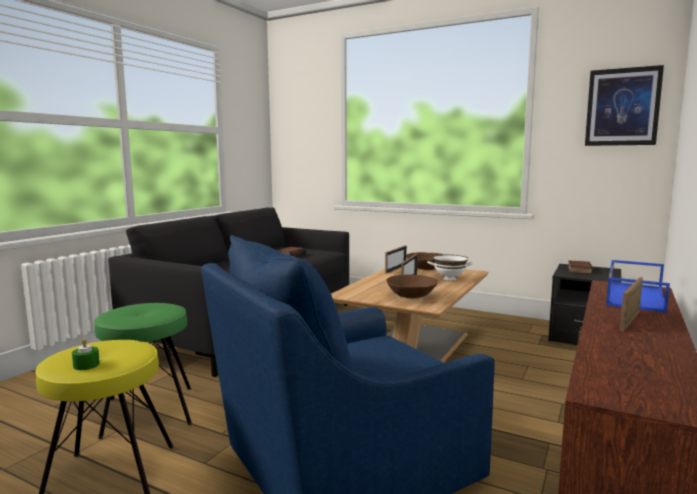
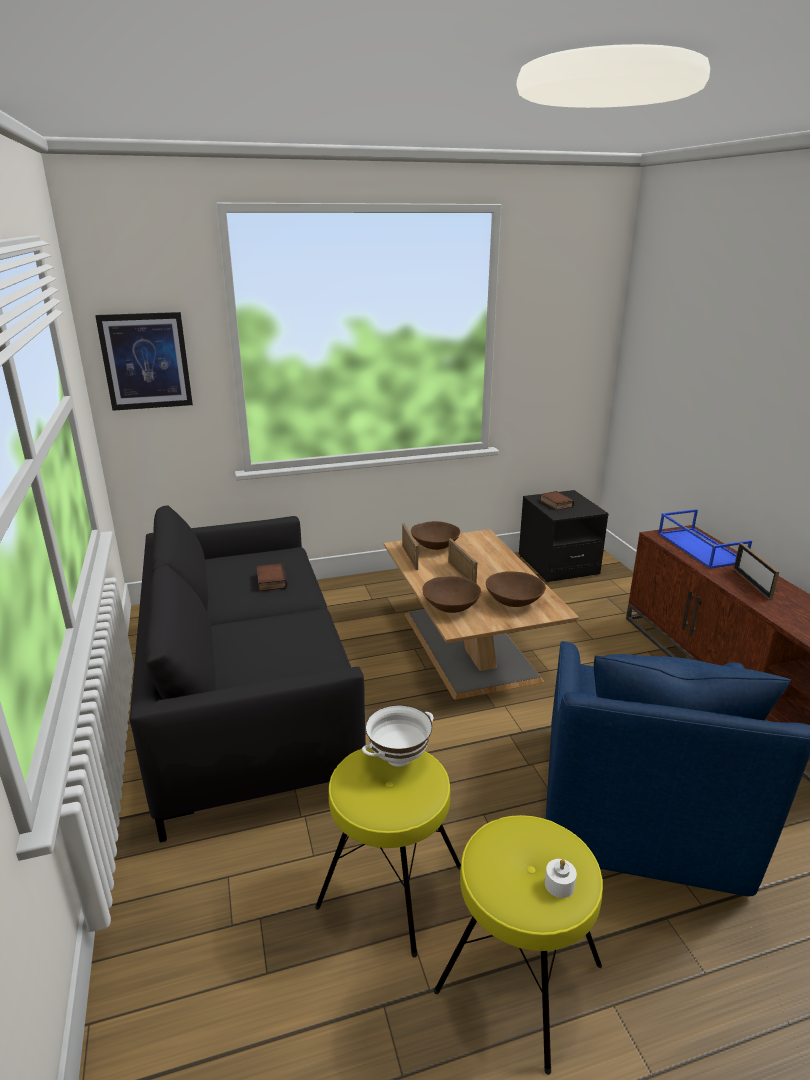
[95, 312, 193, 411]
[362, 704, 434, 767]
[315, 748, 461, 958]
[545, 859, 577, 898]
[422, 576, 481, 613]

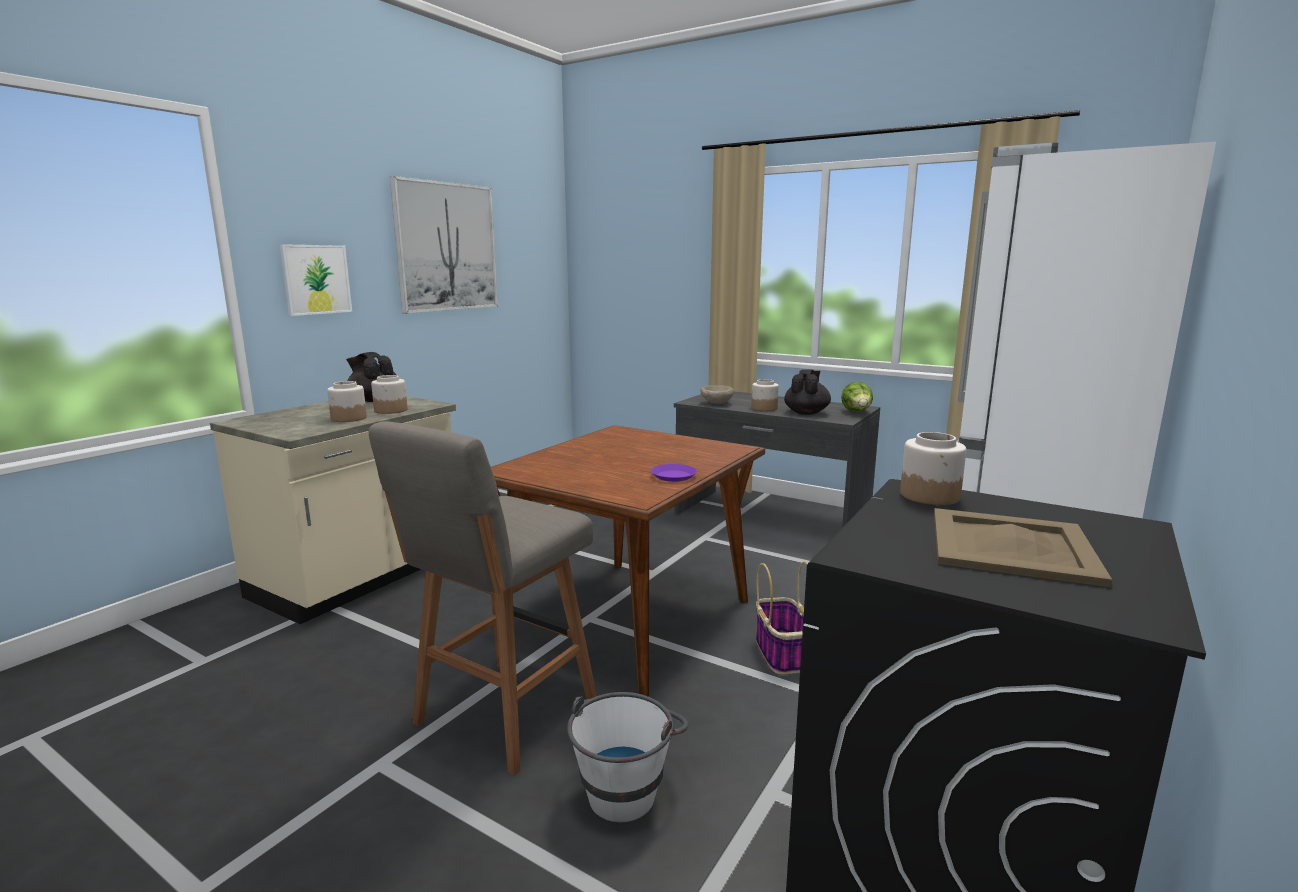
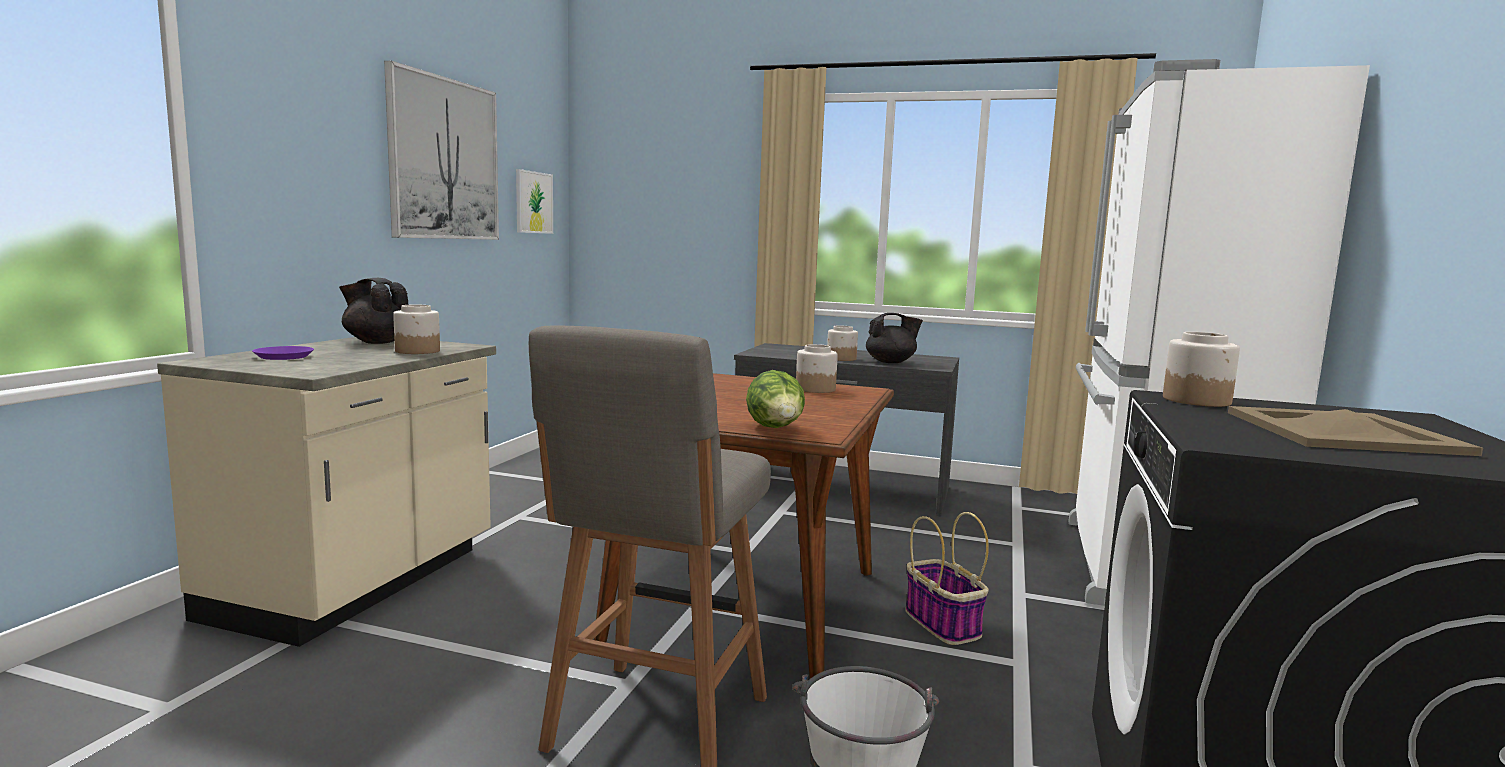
[516, 169, 553, 234]
[866, 313, 923, 363]
[796, 344, 838, 393]
[746, 370, 805, 428]
[700, 385, 734, 404] (first image)
[252, 346, 314, 360]

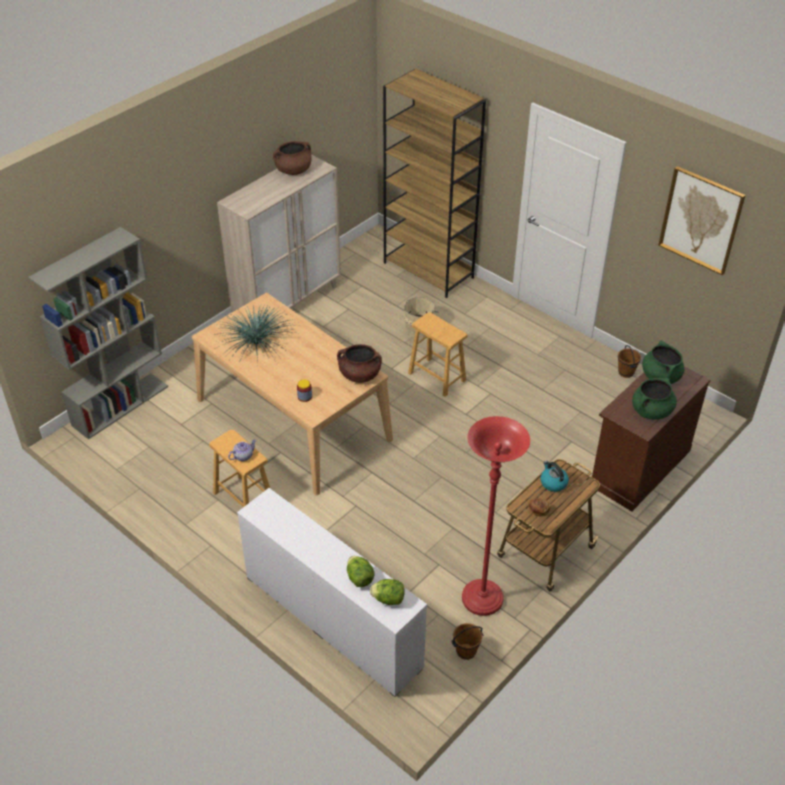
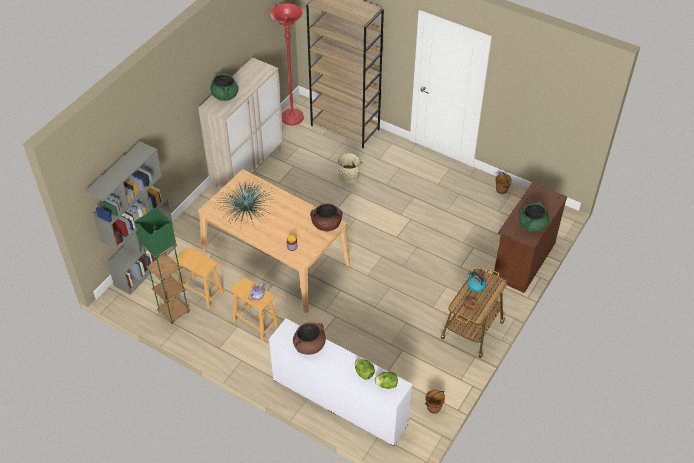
[293, 322, 326, 355]
[658, 166, 745, 275] (first image)
[175, 247, 225, 308]
[210, 71, 238, 101]
[270, 3, 304, 125]
[135, 208, 190, 324]

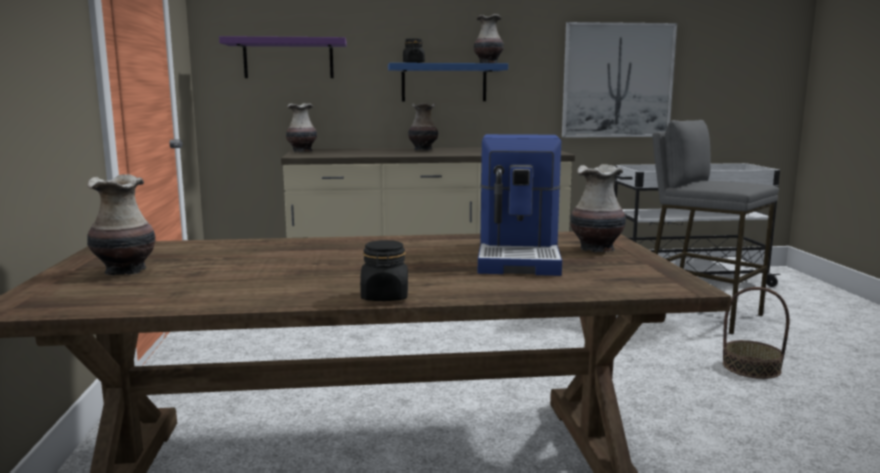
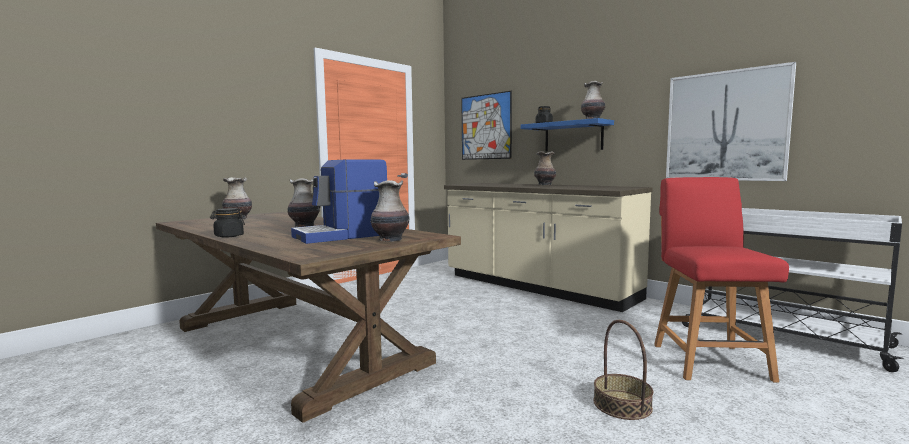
[461, 91, 512, 160]
[287, 178, 320, 227]
[654, 177, 789, 383]

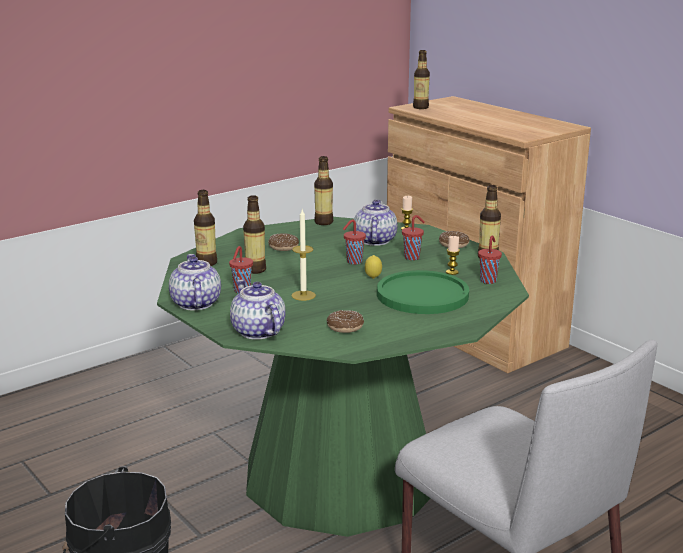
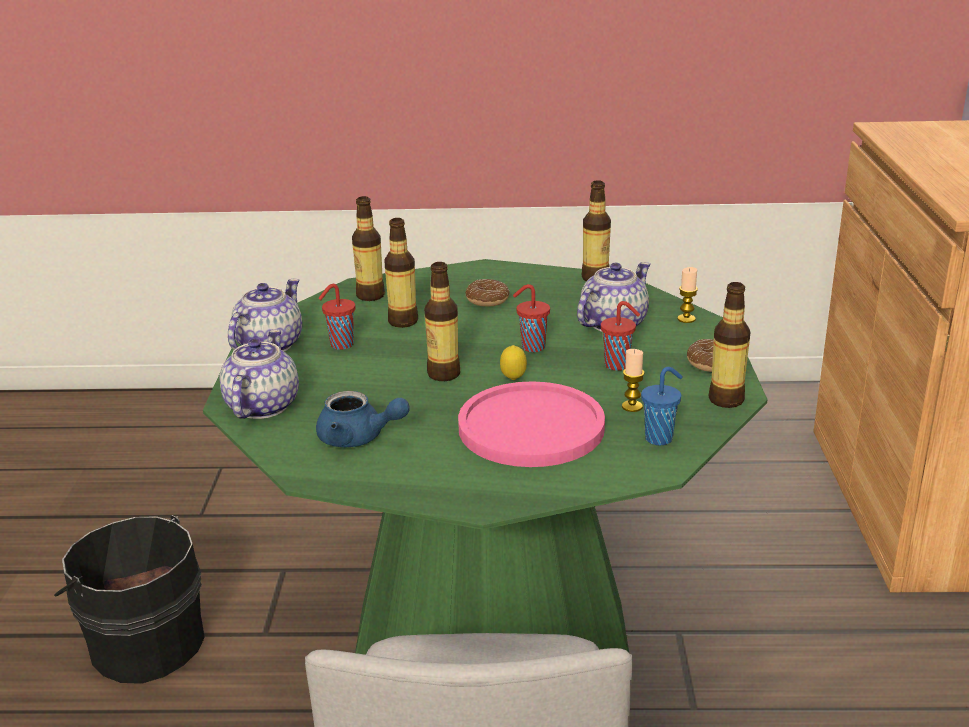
[424, 262, 460, 381]
[291, 210, 316, 301] (first image)
[641, 367, 683, 445]
[458, 381, 605, 467]
[316, 391, 409, 447]

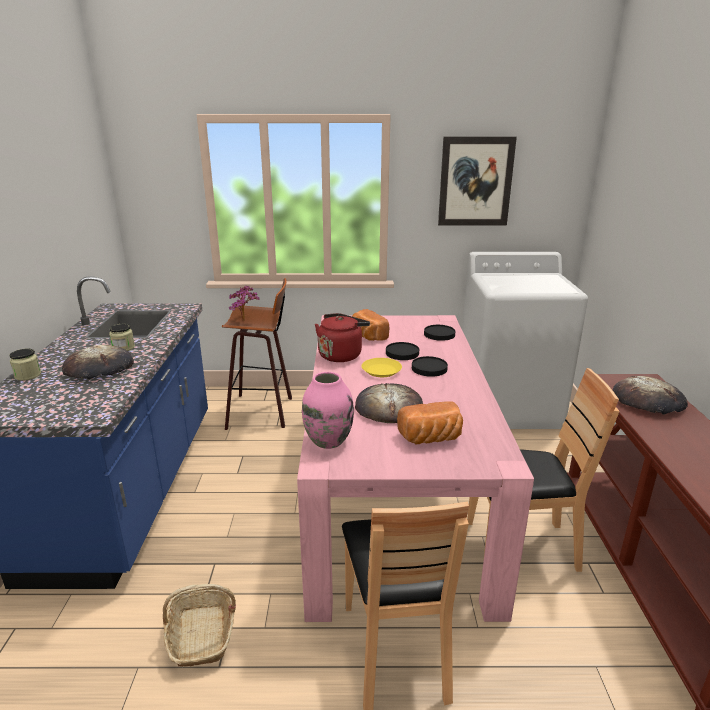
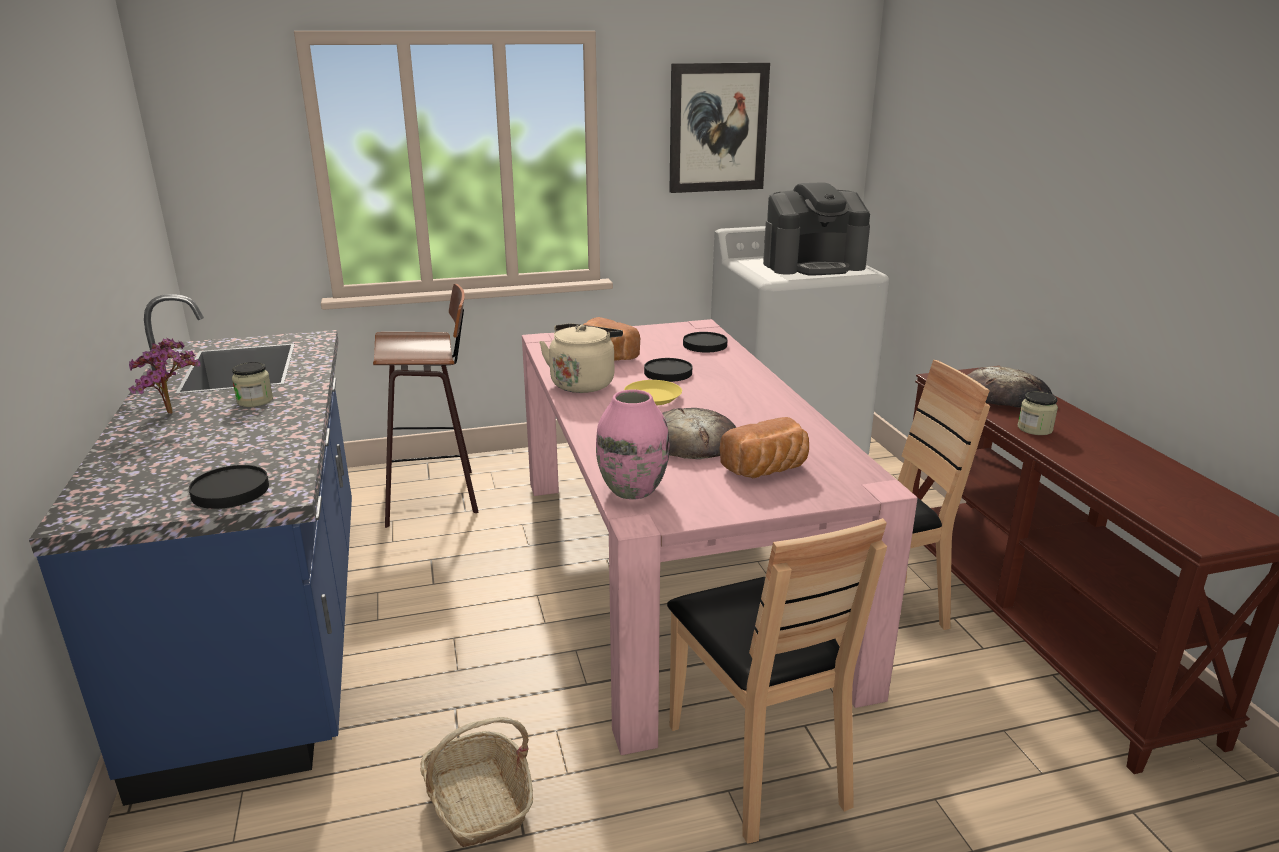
[128, 337, 200, 414]
[539, 323, 623, 393]
[62, 345, 134, 380] (first image)
[1018, 391, 1058, 435]
[189, 465, 269, 509]
[763, 182, 870, 276]

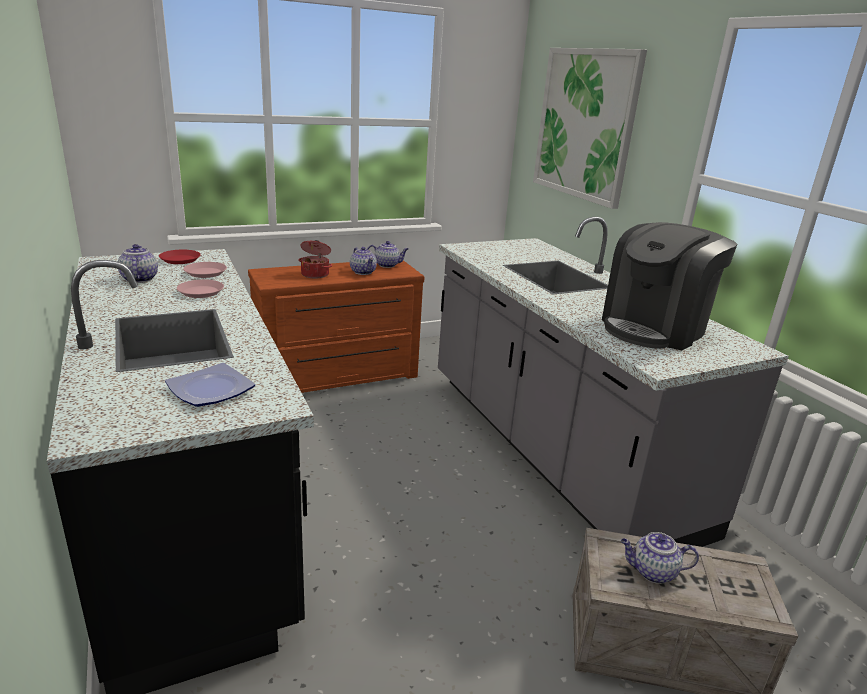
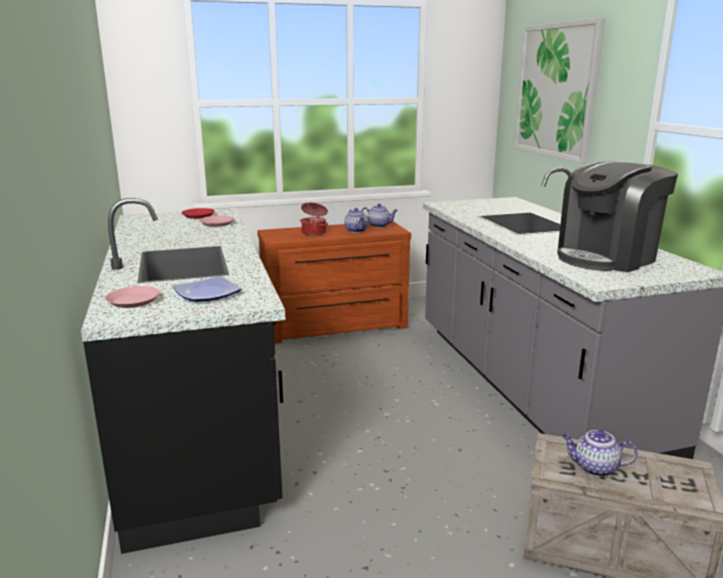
[118, 244, 158, 283] (first image)
[105, 286, 160, 308]

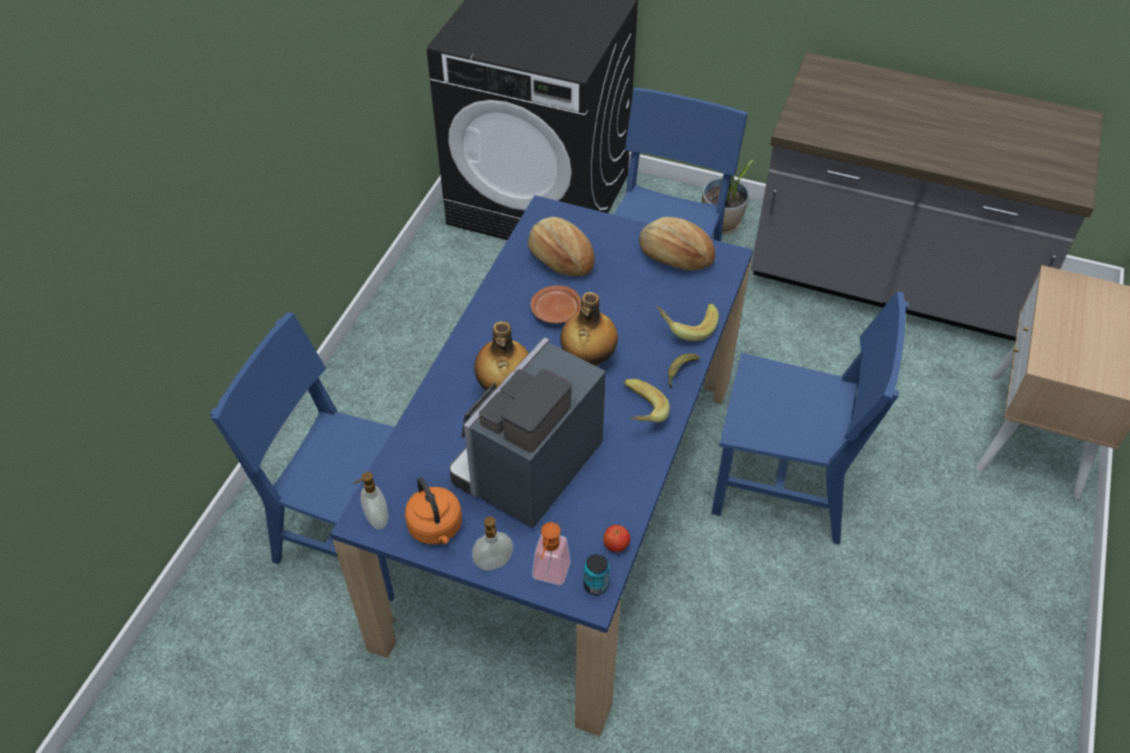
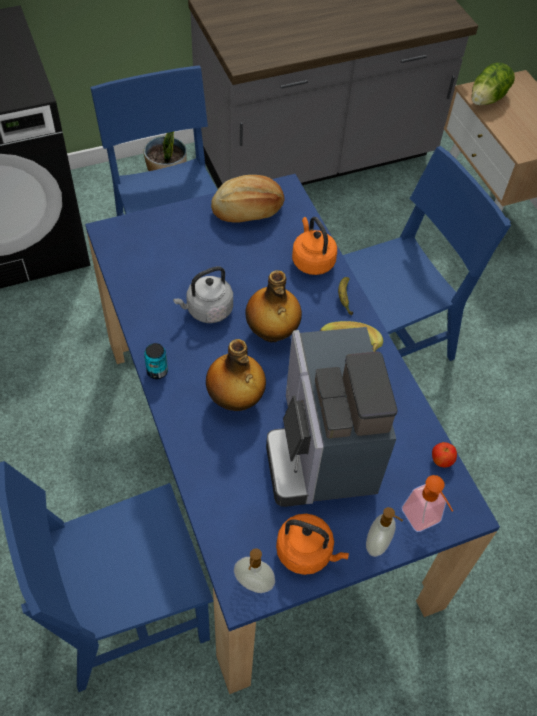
[528, 217, 595, 276] (first image)
[173, 266, 233, 323]
[292, 217, 337, 275]
[144, 343, 168, 379]
[472, 63, 515, 105]

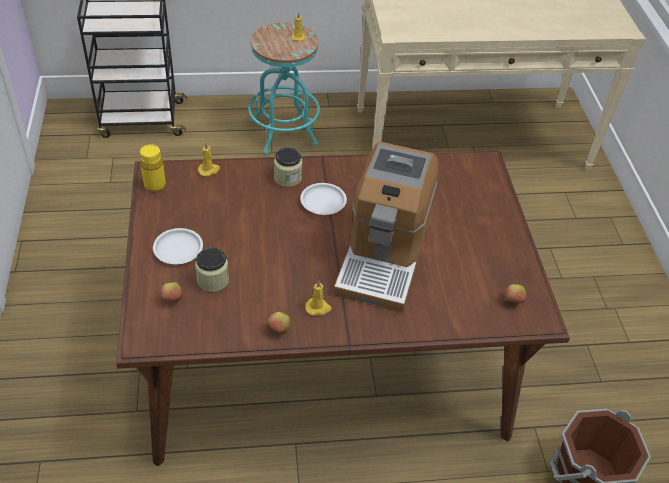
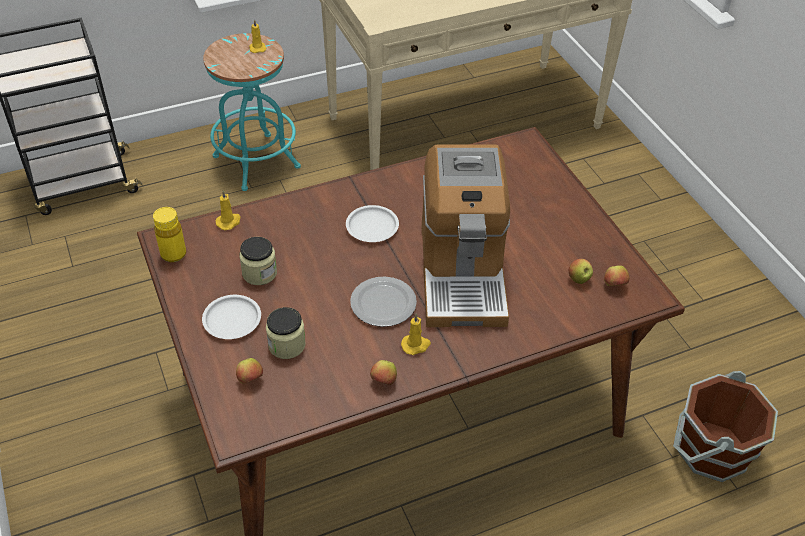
[239, 237, 277, 285]
[569, 259, 593, 284]
[350, 277, 417, 327]

